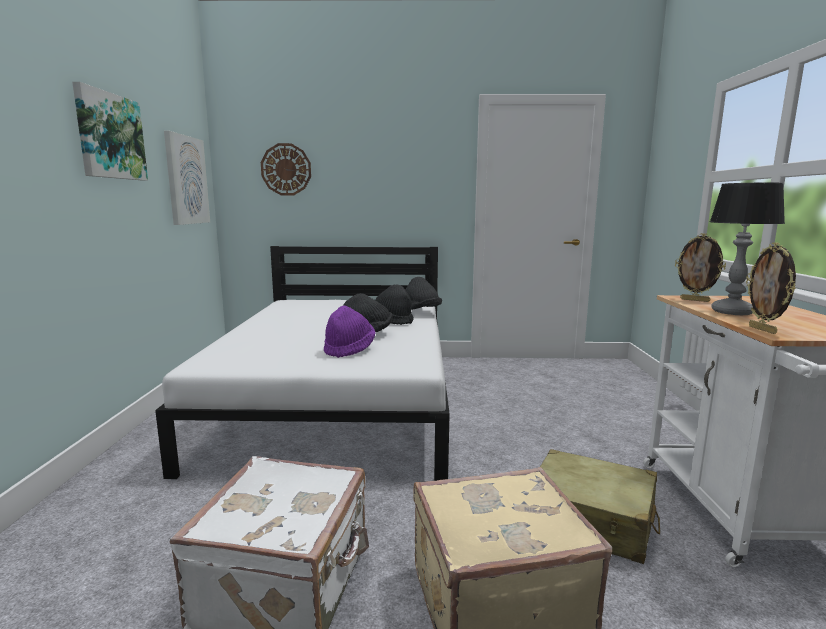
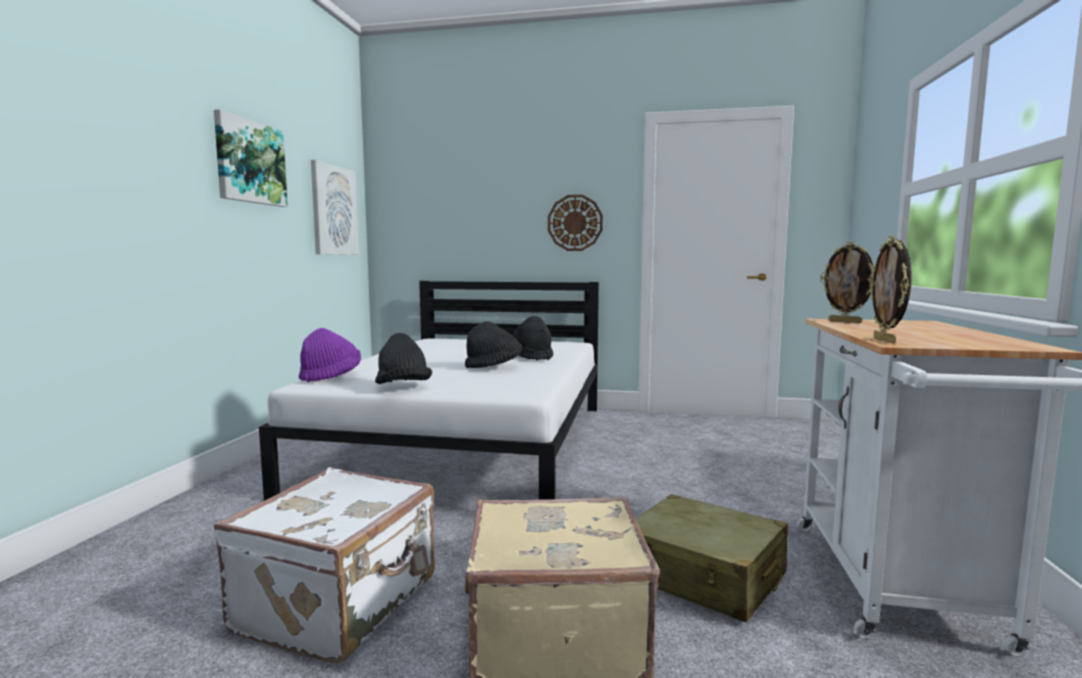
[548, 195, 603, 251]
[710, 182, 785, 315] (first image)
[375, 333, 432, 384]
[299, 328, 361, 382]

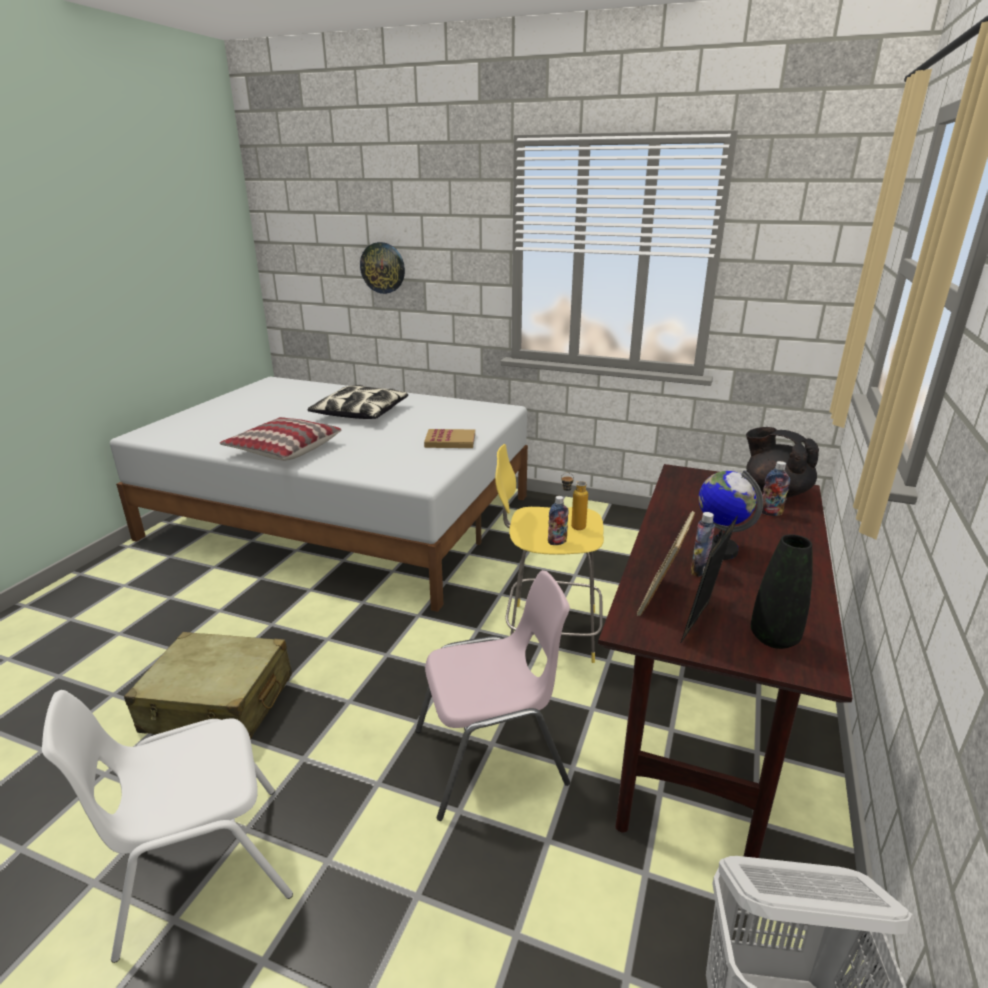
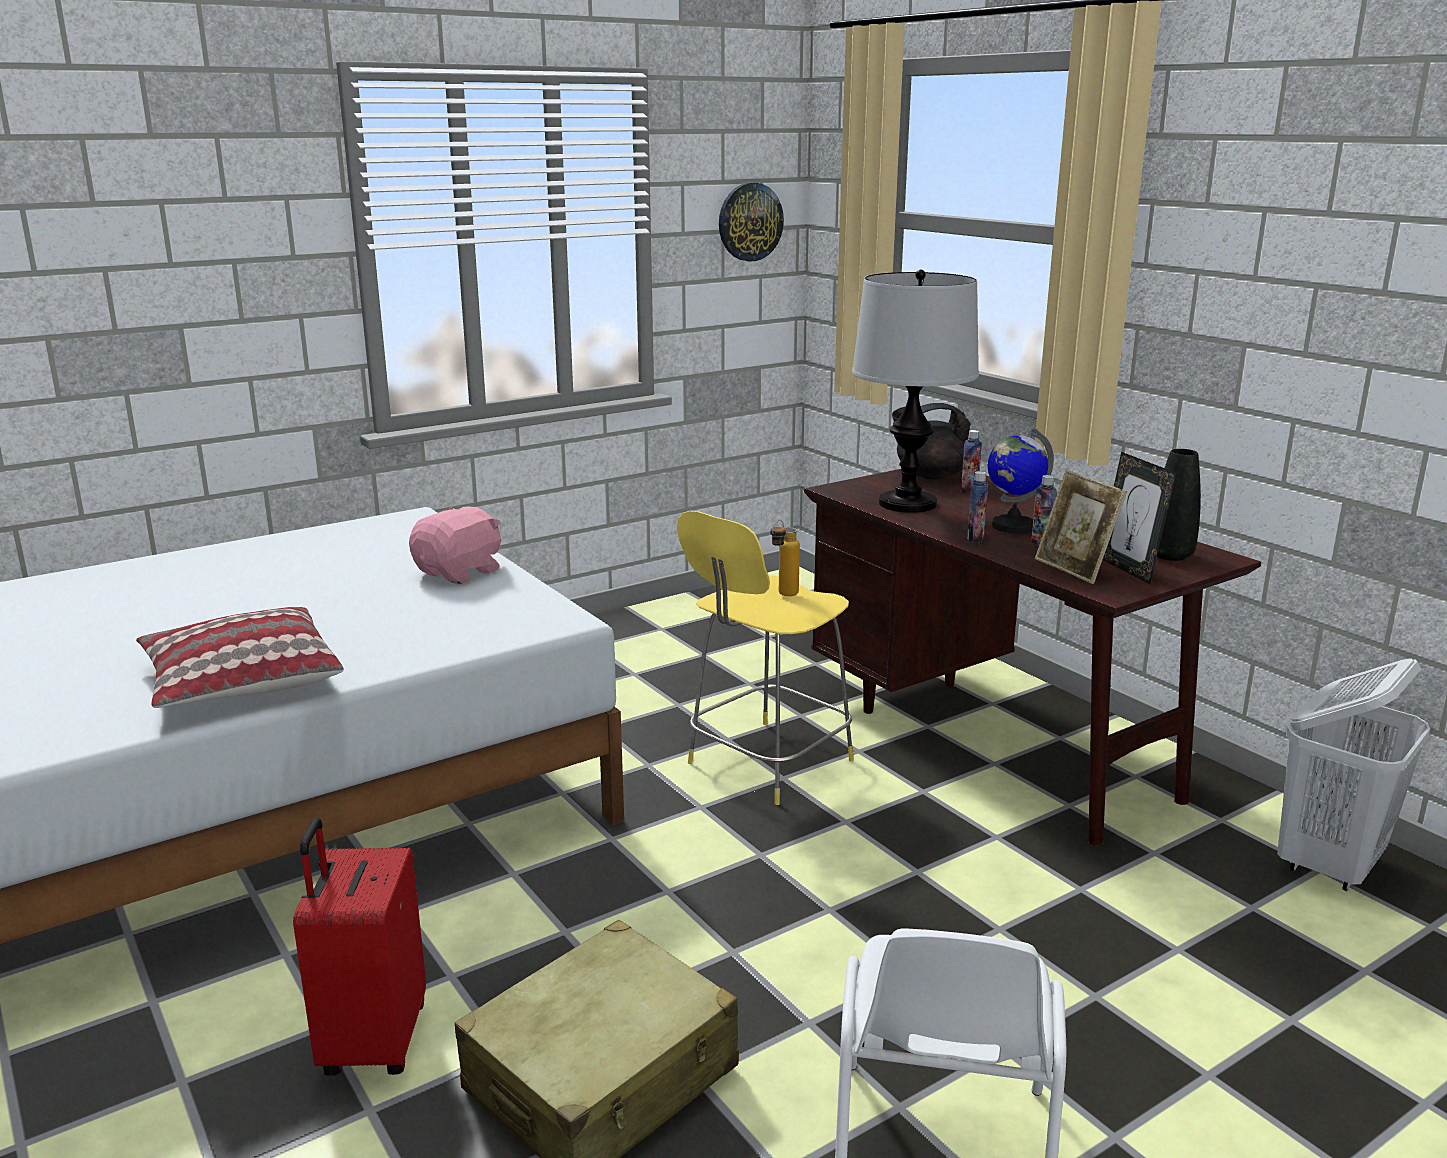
[719, 183, 784, 262]
[308, 385, 408, 419] (first image)
[409, 506, 501, 584]
[967, 471, 988, 543]
[416, 570, 570, 821] (first image)
[852, 270, 979, 513]
[293, 818, 426, 1076]

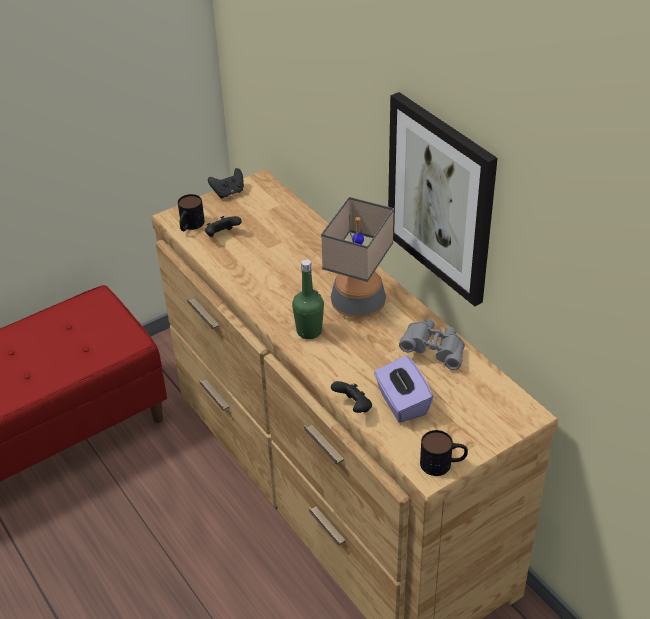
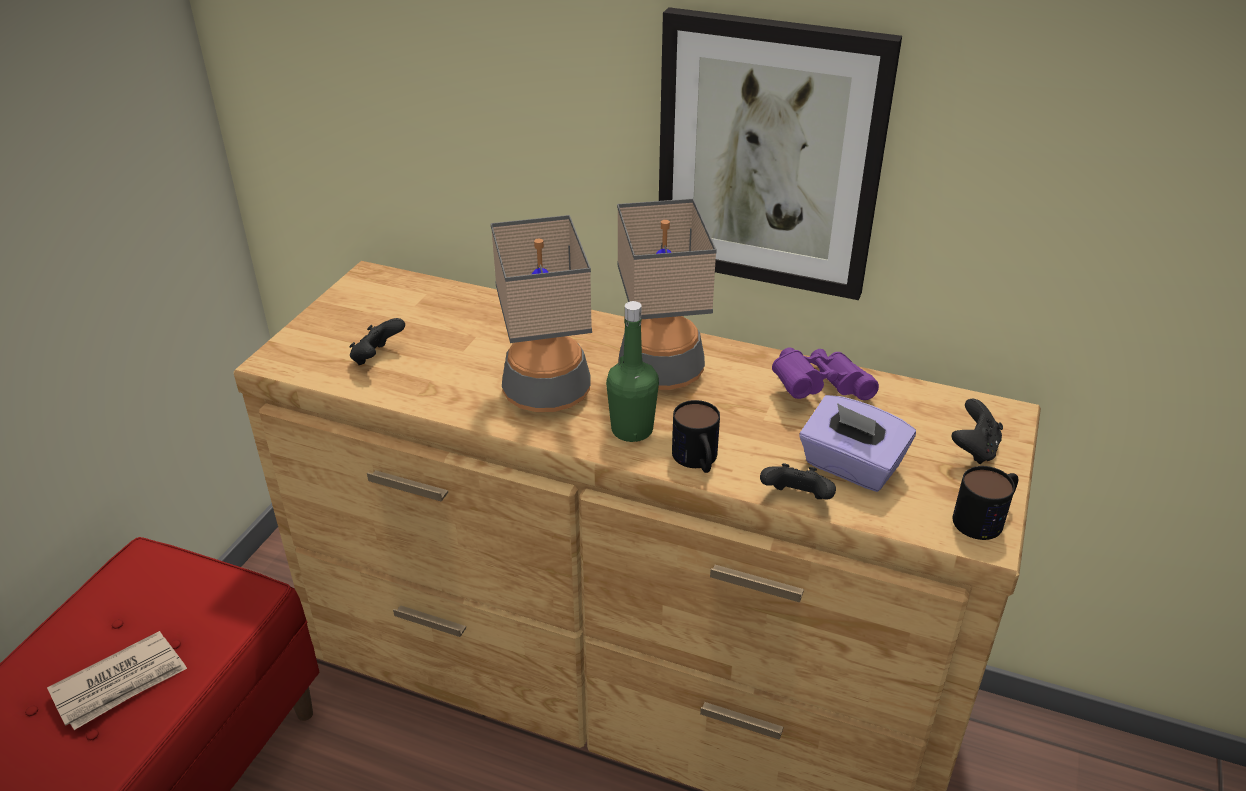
[952, 399, 1003, 464]
[672, 400, 720, 473]
[772, 347, 879, 400]
[491, 215, 592, 412]
[47, 631, 187, 730]

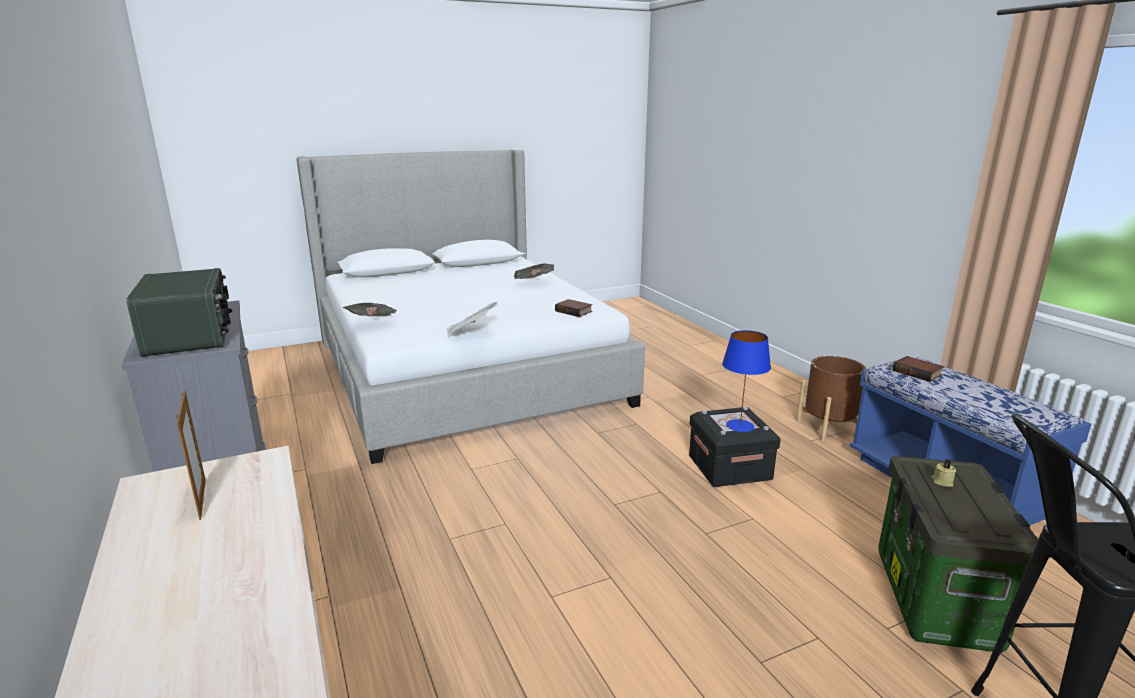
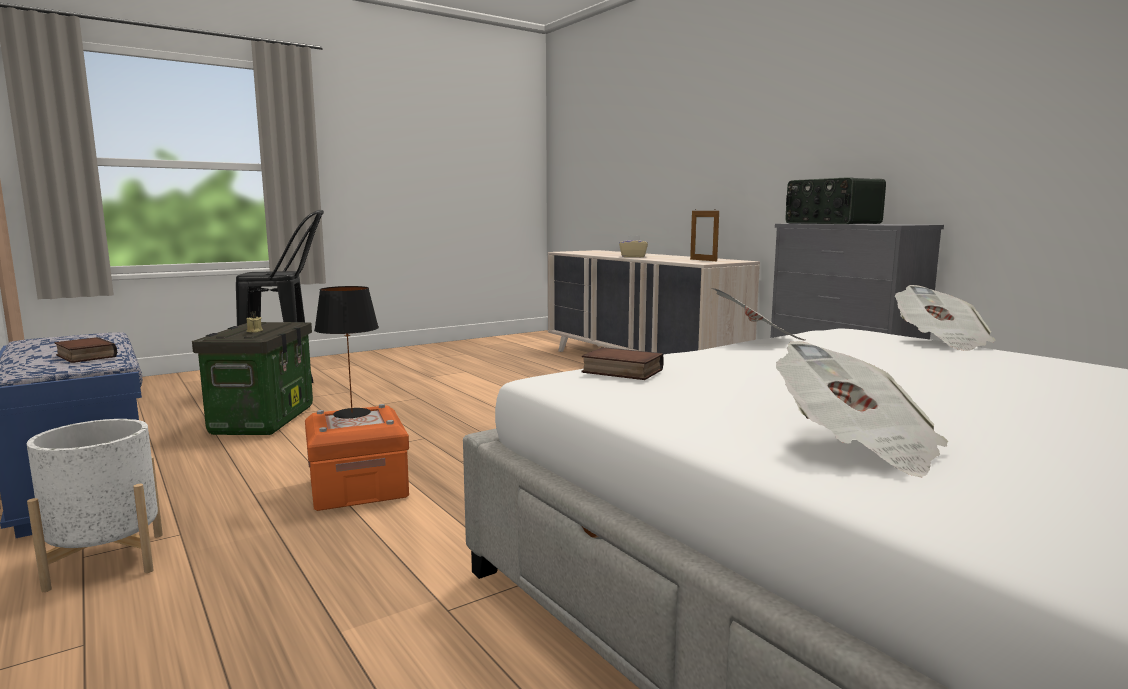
[314, 286, 379, 419]
[26, 419, 163, 592]
[305, 404, 409, 511]
[619, 235, 648, 257]

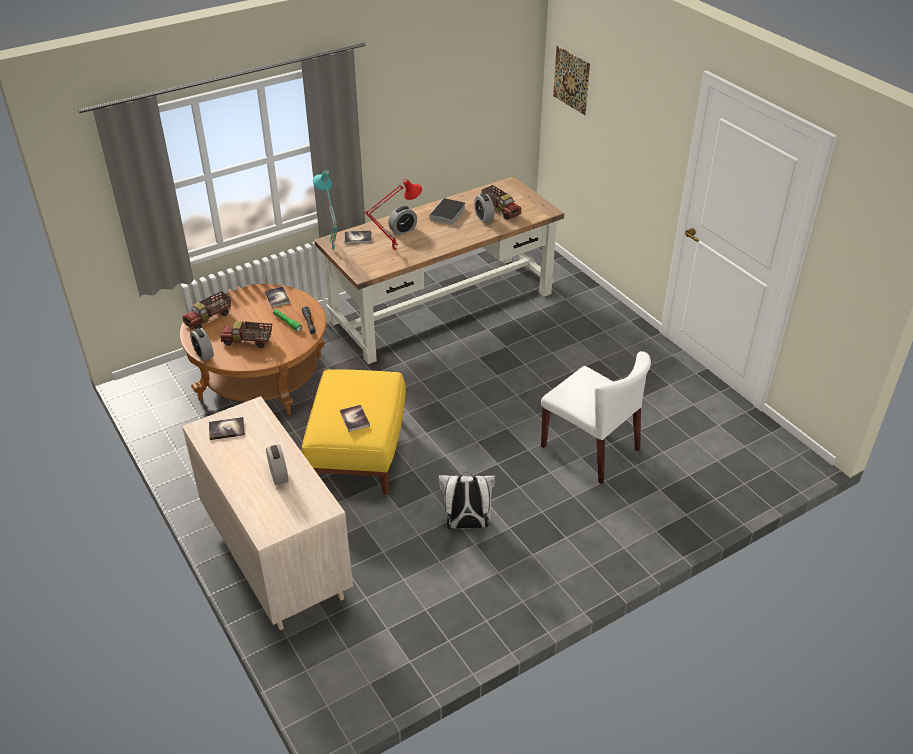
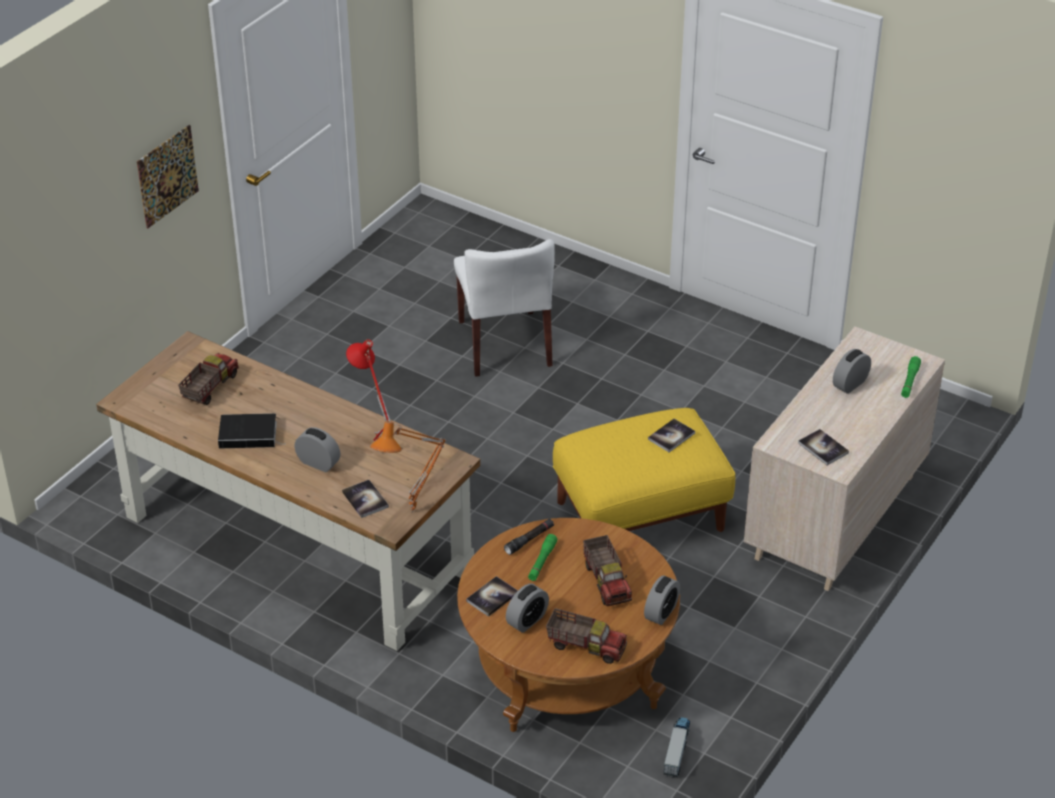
[137, 125, 199, 228]
[370, 421, 446, 513]
[506, 584, 549, 633]
[454, 239, 555, 377]
[438, 472, 495, 530] (first image)
[901, 356, 921, 398]
[664, 717, 690, 778]

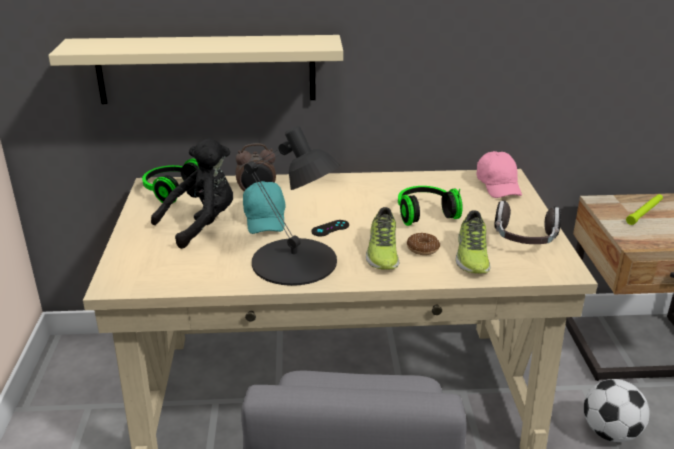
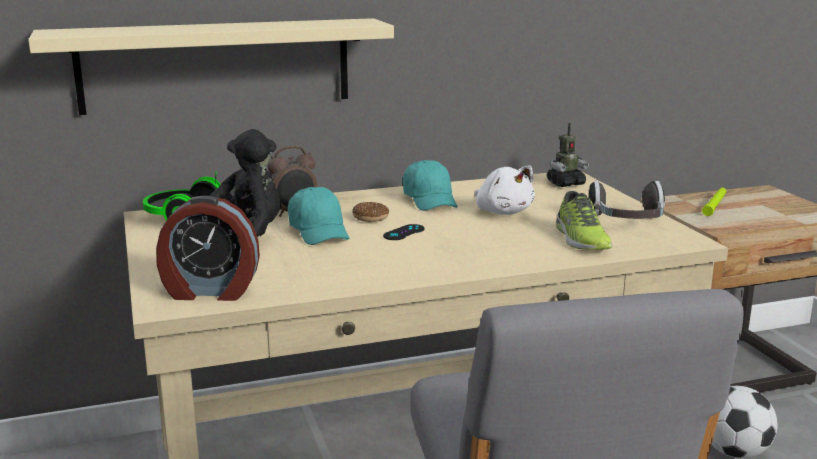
[244, 126, 341, 286] (first image)
[547, 123, 589, 187]
[474, 165, 535, 215]
[366, 207, 399, 270] (first image)
[352, 202, 389, 222]
[403, 160, 458, 211]
[156, 196, 260, 301]

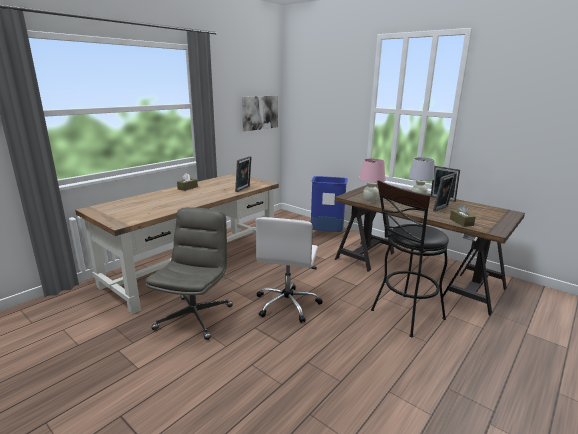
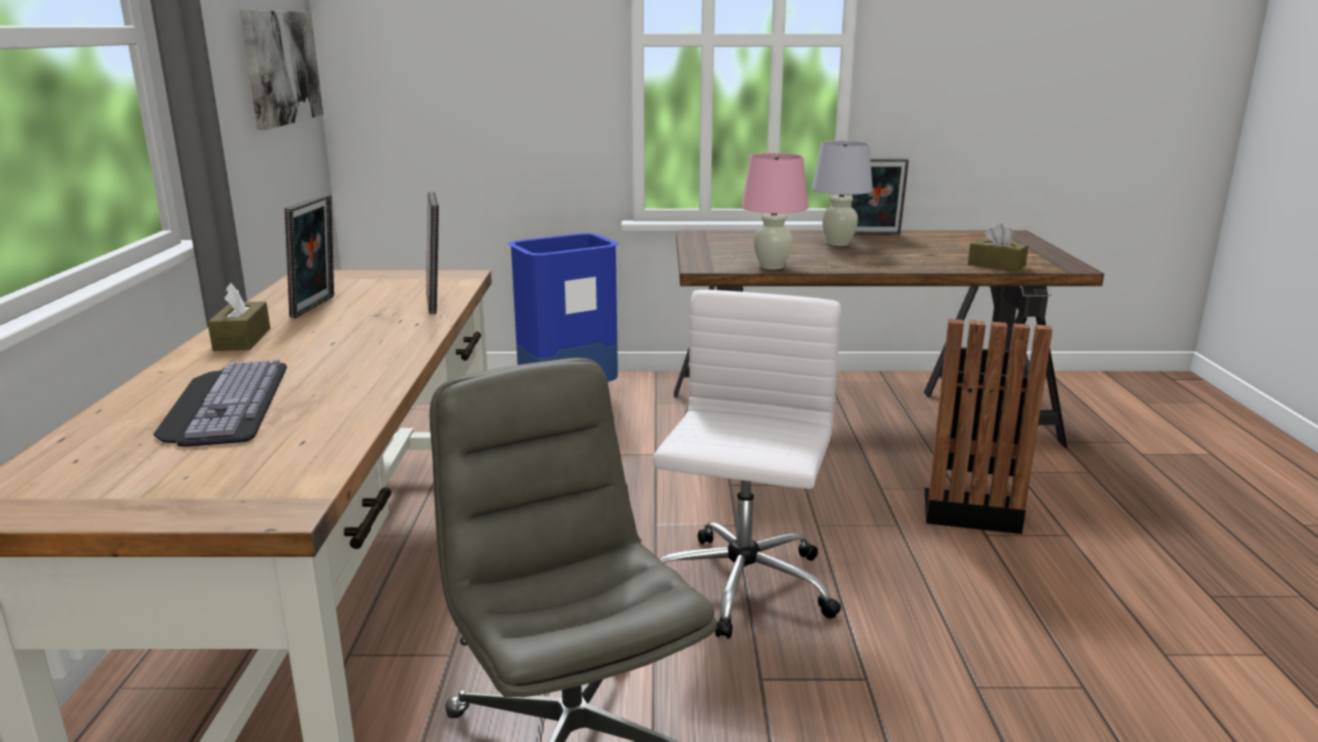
[284, 194, 334, 318]
[924, 319, 1052, 534]
[653, 290, 841, 639]
[154, 359, 287, 447]

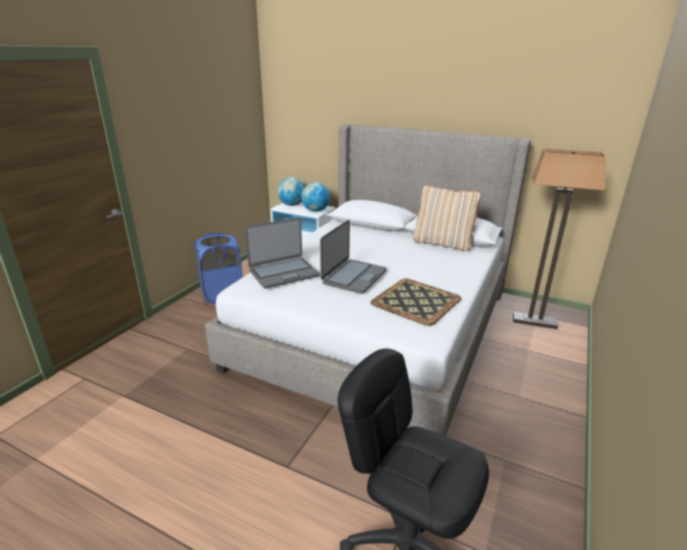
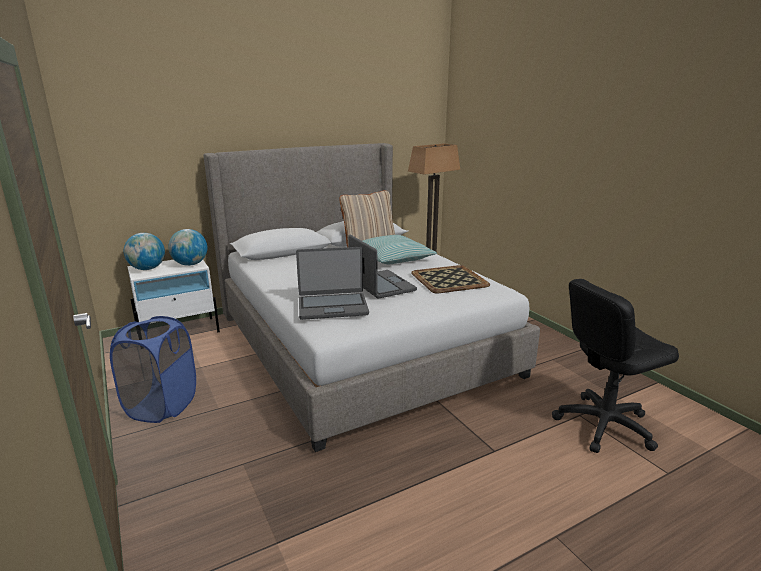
[296, 247, 369, 320]
[363, 235, 437, 264]

